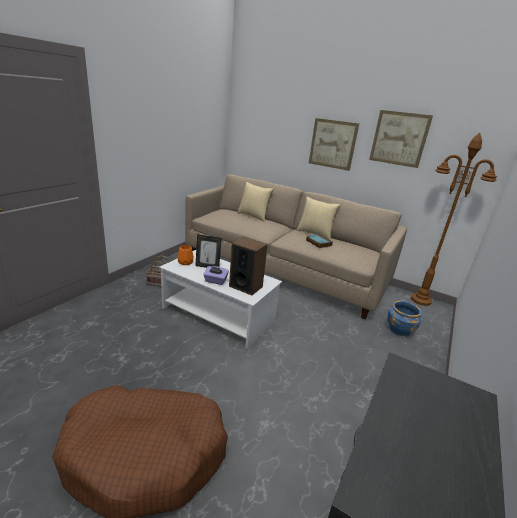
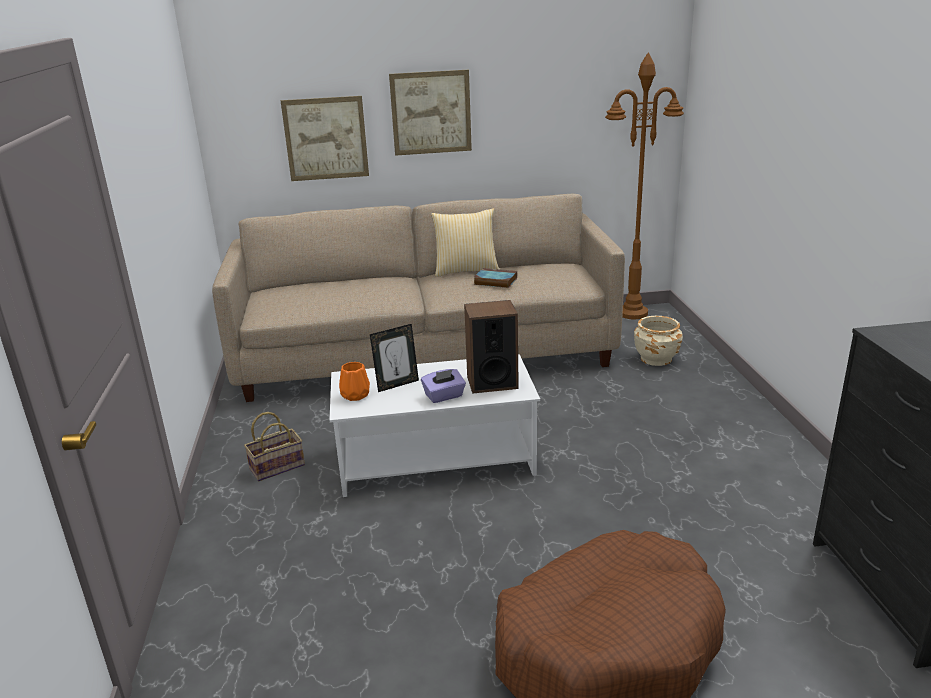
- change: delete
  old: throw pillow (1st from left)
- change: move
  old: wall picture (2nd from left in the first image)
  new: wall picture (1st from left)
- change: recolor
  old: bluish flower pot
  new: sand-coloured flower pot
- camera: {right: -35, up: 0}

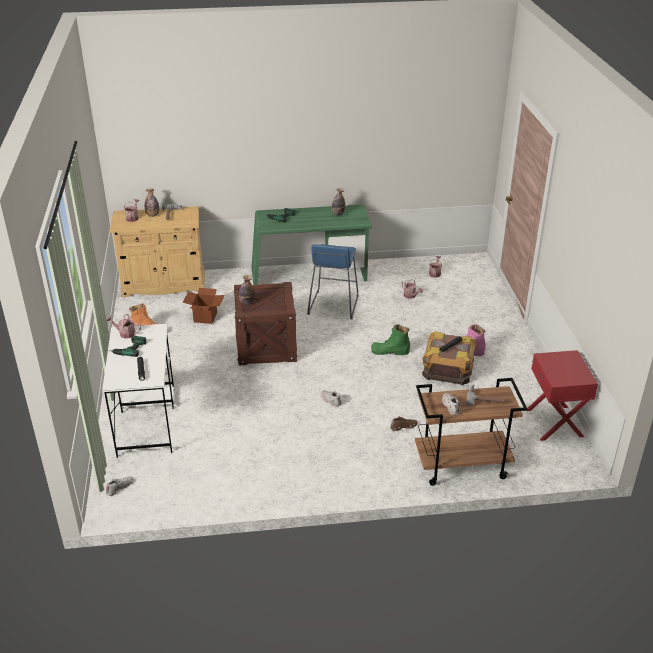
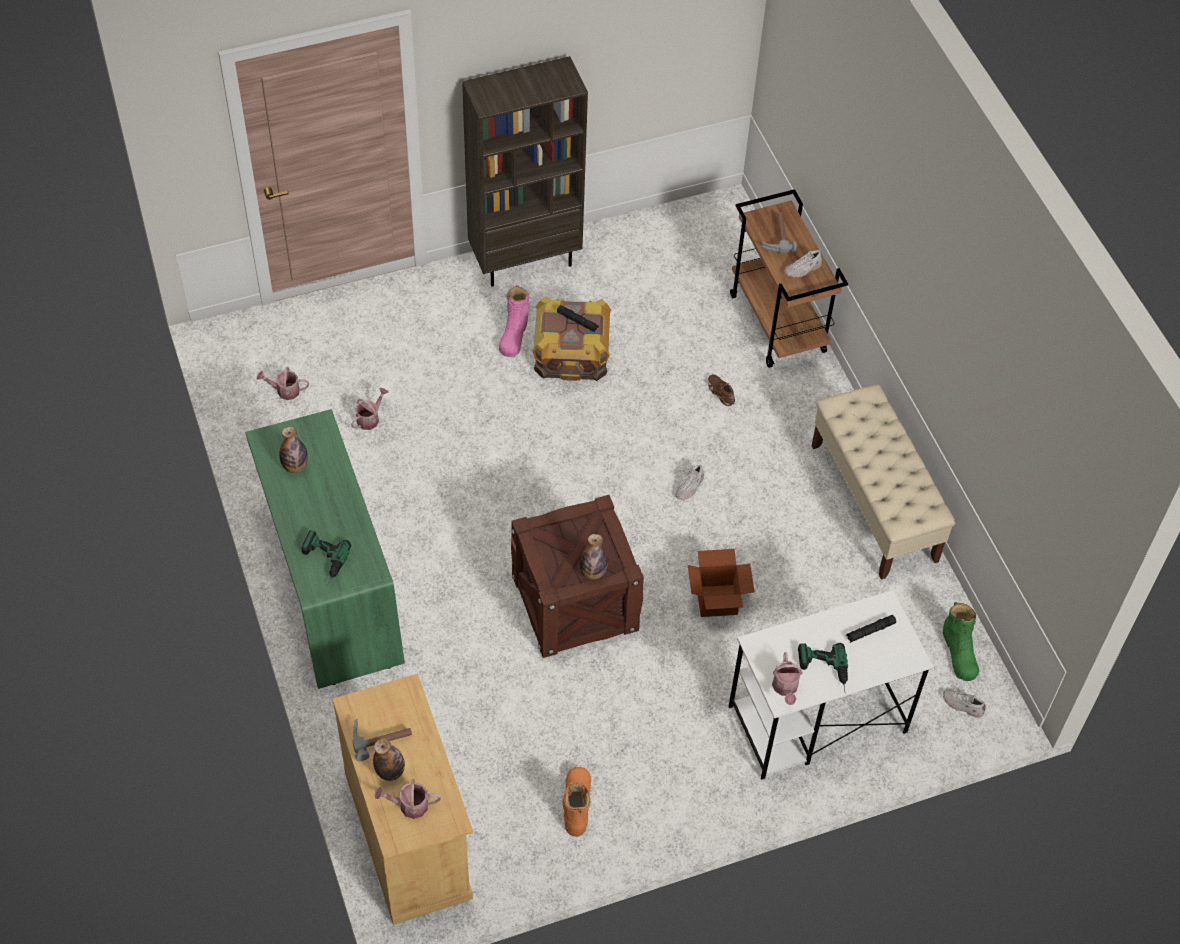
- change: delete
  old: bluish sitting stool
- change: delete
  old: red bedside table
- change: insert
  new: brownish shelving unit
- change: insert
  new: sand-coloured long seat
- change: move
  old: carton
- change: move
  old: green-coloured tall boot
- camera: {right: -105, up: 20}

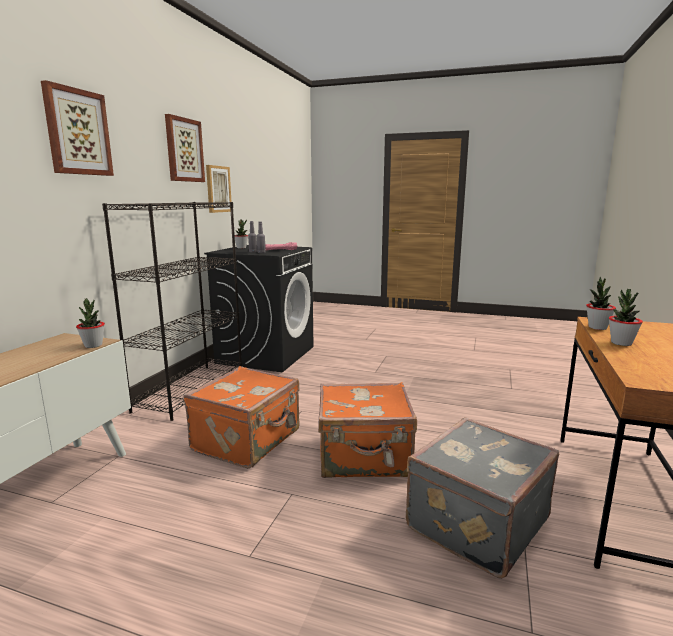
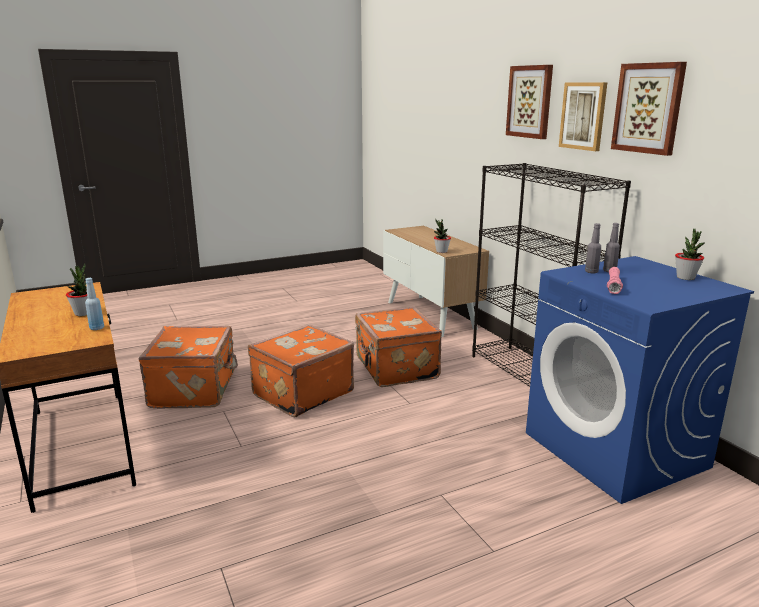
- change: move
  old: wall picture (3rd from left in the first image)
  new: wall picture (2nd from left)
- change: replace
  old: houseplant (3rd from left)
  new: bluish bottle
- change: recolor
  old: blackish laundry machine
  new: bluish laundry machine
- change: recolor
  old: grey piece of luggage
  new: orange piece of luggage (1st from left)
- camera: {right: 135, up: 5}

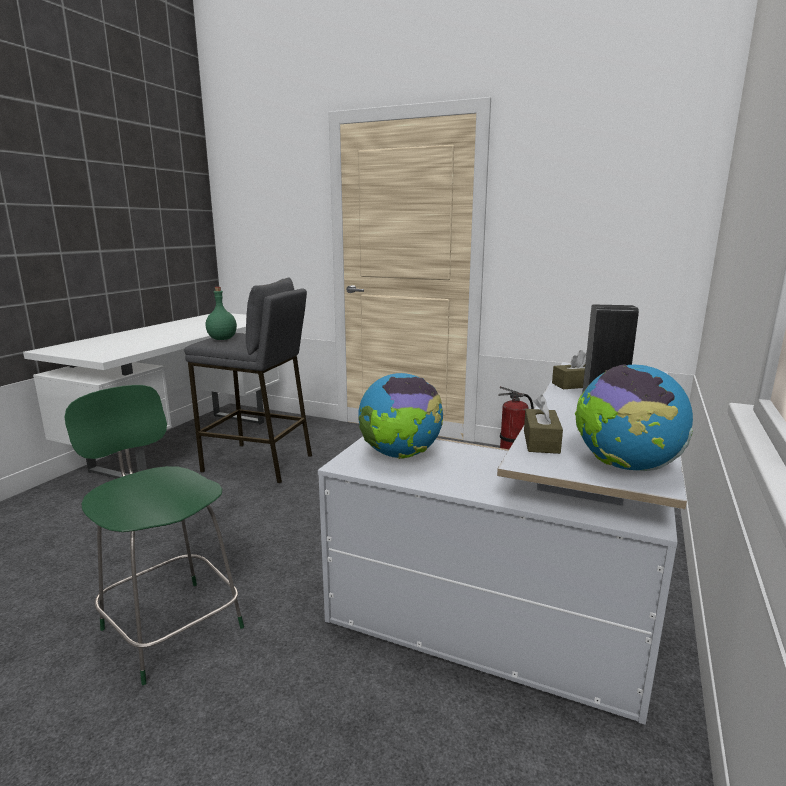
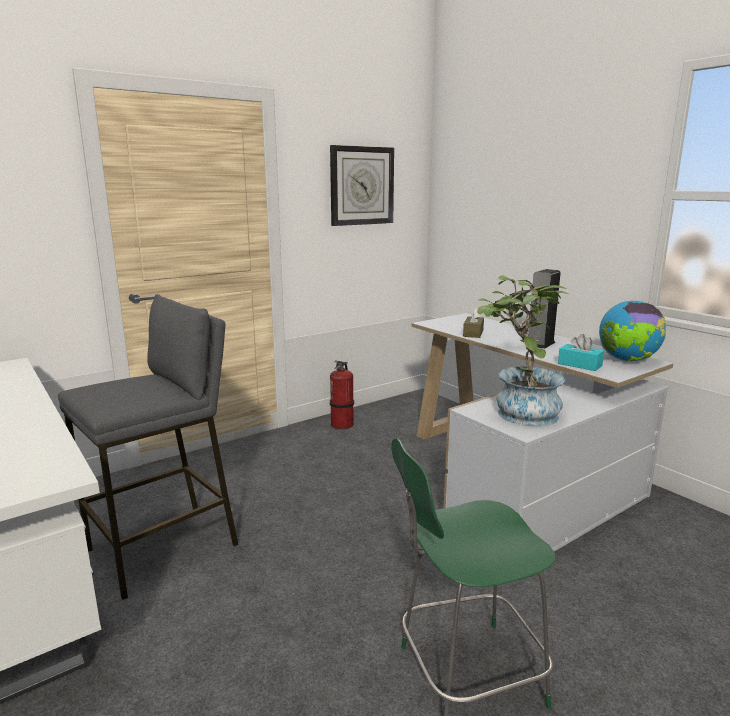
- change: delete
  old: green-coloured bottle
- change: insert
  new: hanging clock
- change: replace
  old: desk globe (1st from left)
  new: houseplant
- change: recolor
  old: brownish tissue holder (1st from left)
  new: turquoise tissue holder
- camera: {right: -60, up: 0}

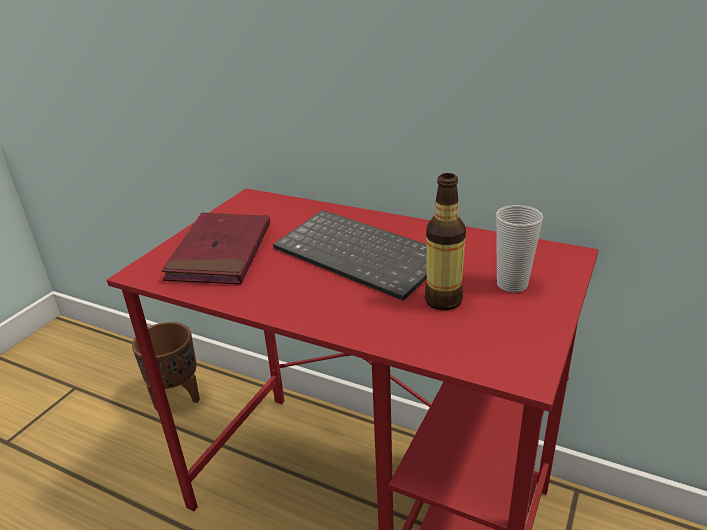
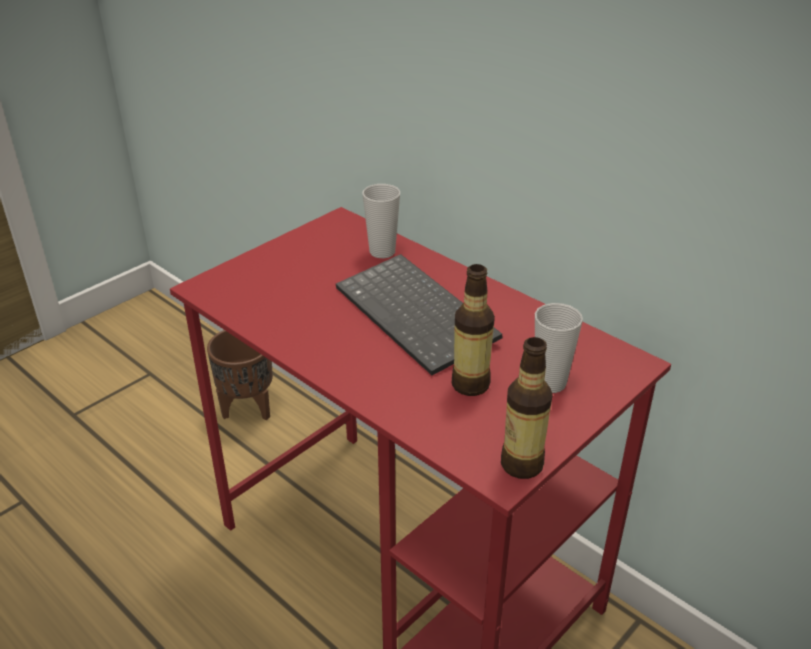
- change: delete
  old: red bound book
- change: insert
  new: drinking cup (1st from left)
- change: insert
  new: bottle (2nd from left)
- camera: {right: 15, up: 5}

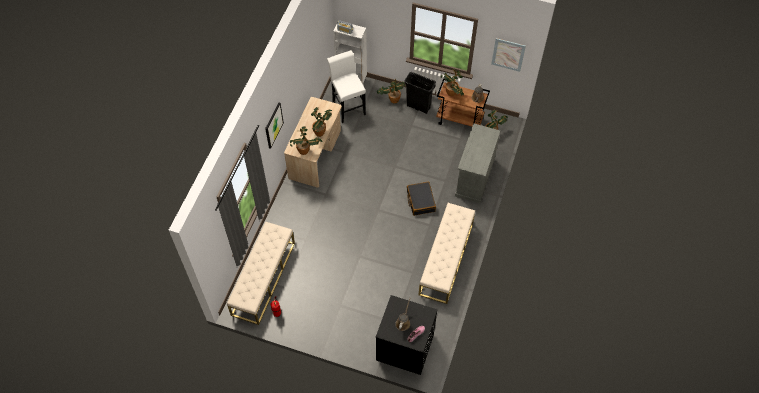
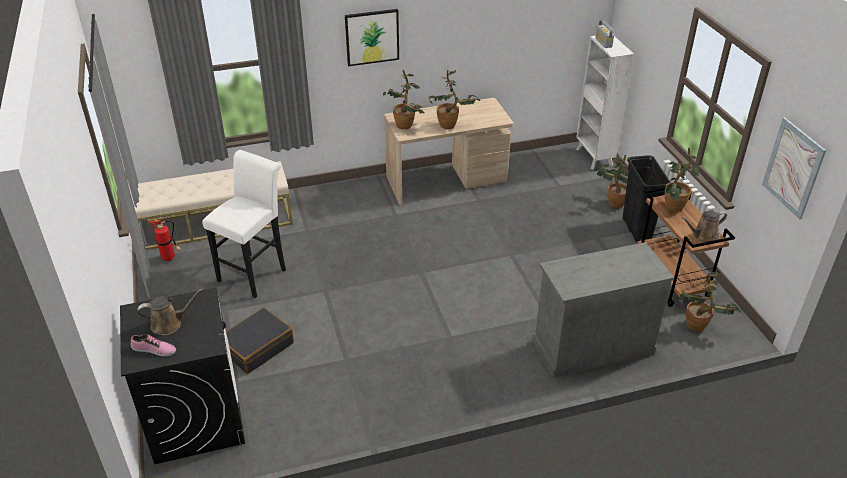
- change: delete
  old: sand-coloured long seat (2nd from left)
- change: move
  old: white sitting stool
- change: move
  old: blackish piece of luggage
- camera: {right: 55, up: -20}

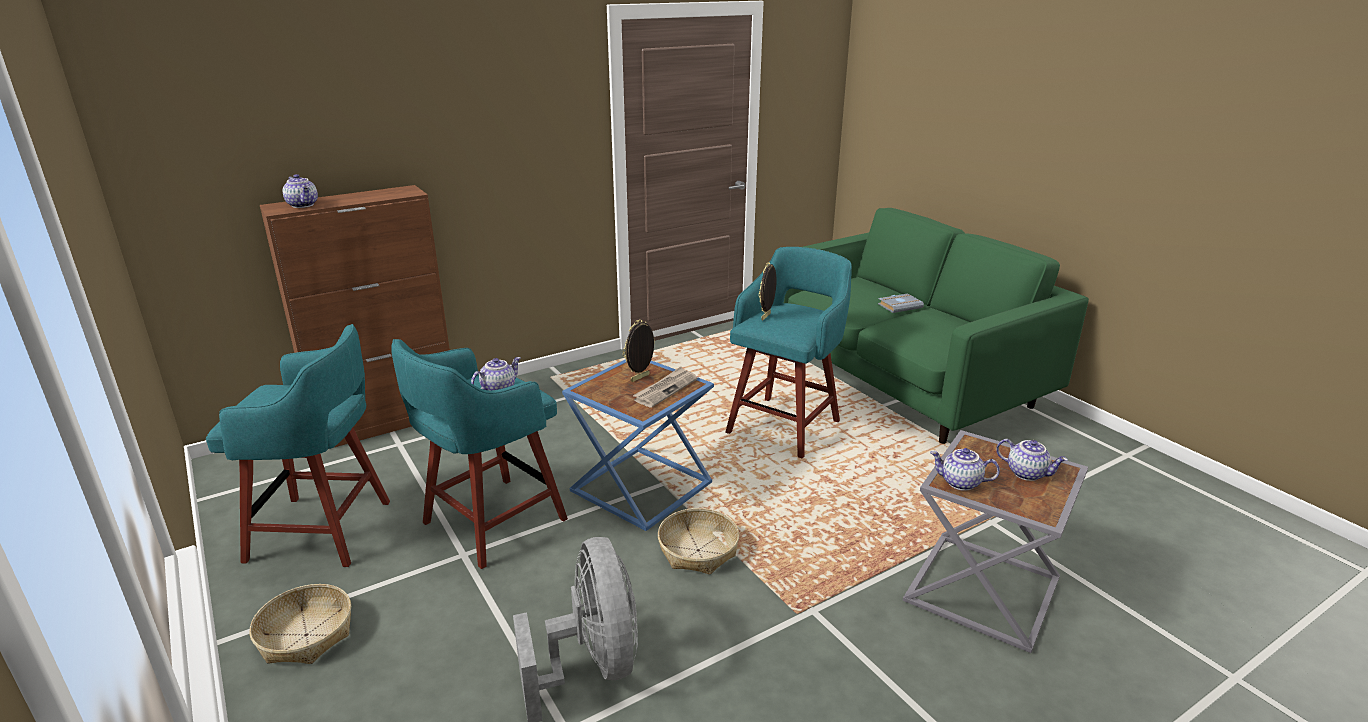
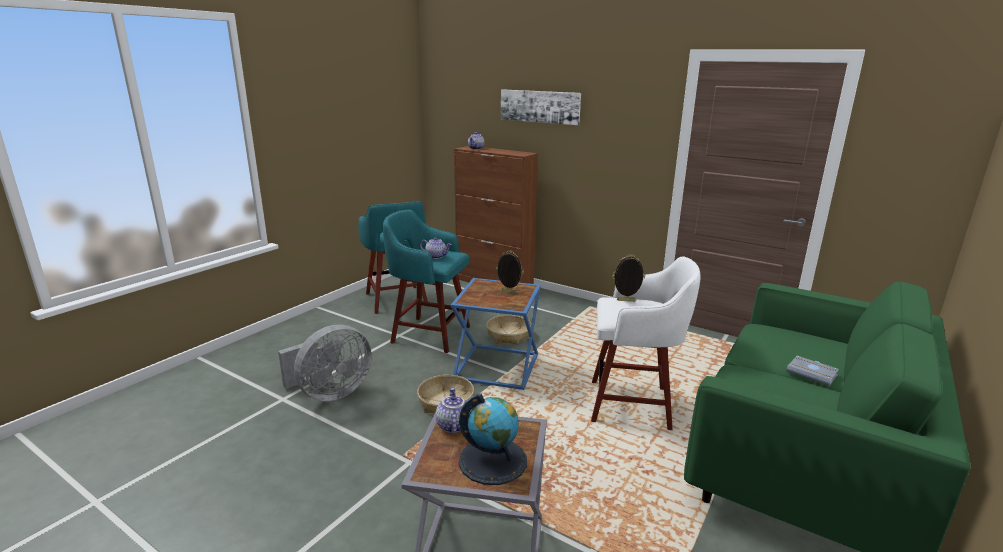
- change: delete
  old: printed paper
- change: insert
  new: wall picture
- change: move
  old: storage basket (1st from left in the first image)
  new: storage basket (2nd from left)
- change: replace
  old: pot for tea (4th from left)
  new: desk globe
- change: recolor
  old: turquoise sitting stool (3rd from left)
  new: white sitting stool
- camera: {right: 65, up: -5}

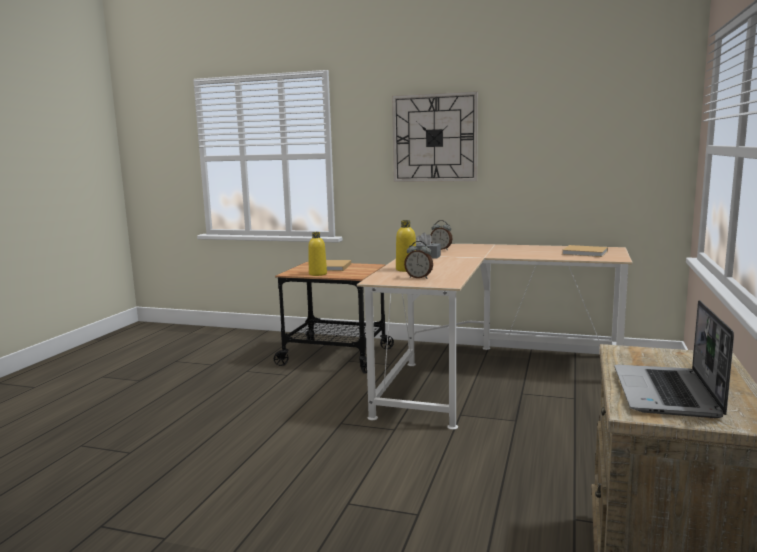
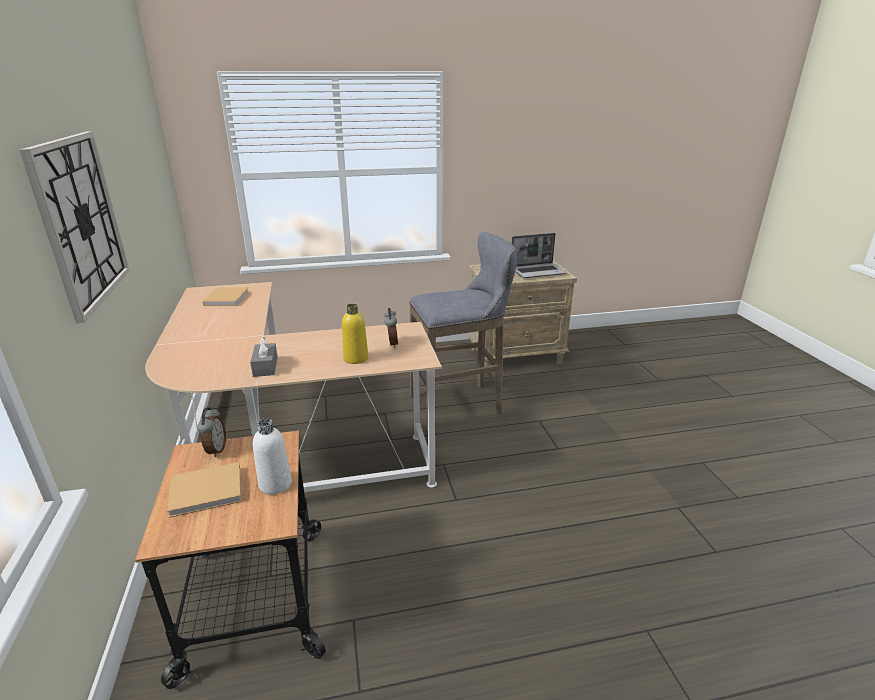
- change: insert
  new: grey sitting stool
- change: move
  old: bedside clock (2nd from left in the first image)
  new: bedside clock (1st from left)
- change: recolor
  old: yellowish bottle (1st from left)
  new: white bottle
- camera: {right: -120, up: 15}

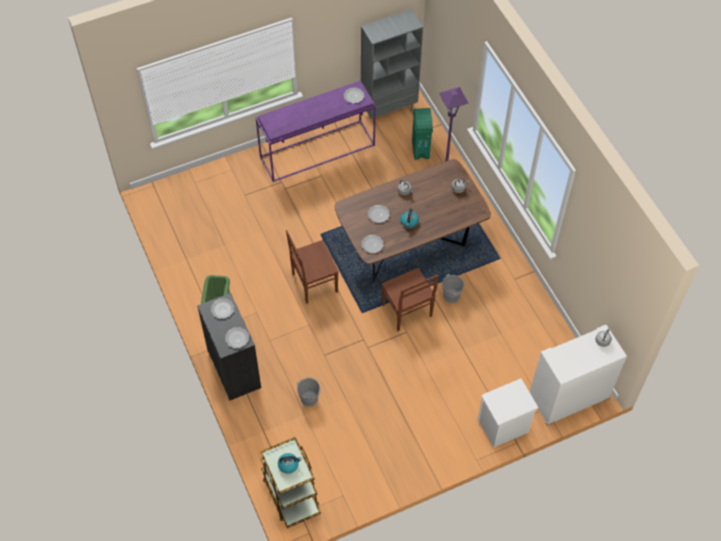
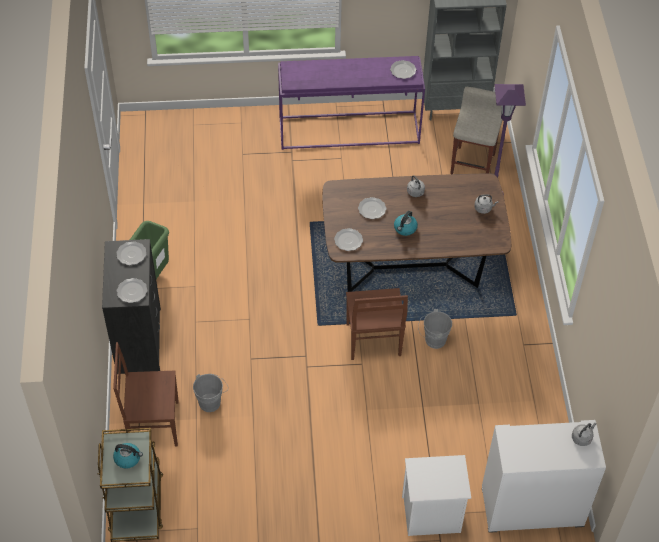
- change: move
  old: brownish upright chair (1st from left)
- change: replace
  old: green-coloured trash can (2nd from left)
  new: sand-coloured sitting stool
- camera: {right: 20, up: -5}

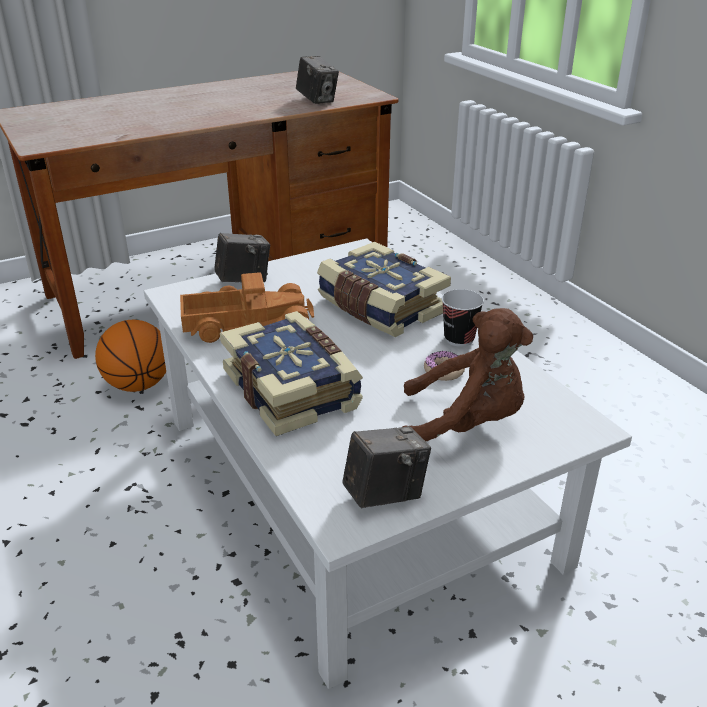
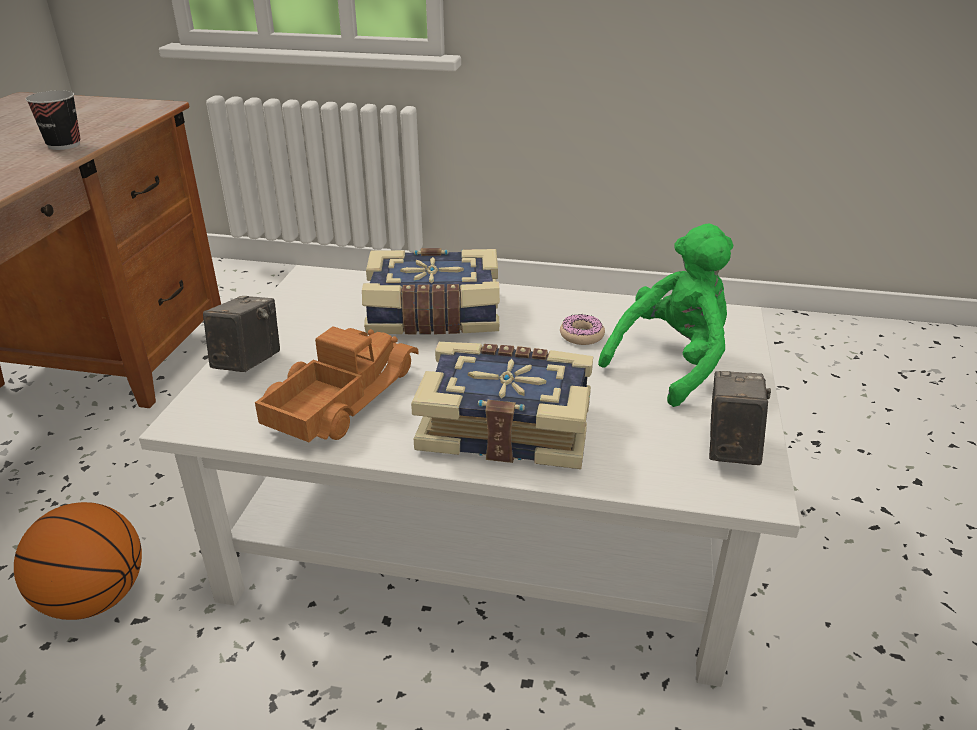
- change: delete
  old: photo camera (2nd from left)
- change: move
  old: drinking cup
- change: recolor
  old: brownish plush toy
  new: green-coloured plush toy
- camera: {right: -50, up: 0}

